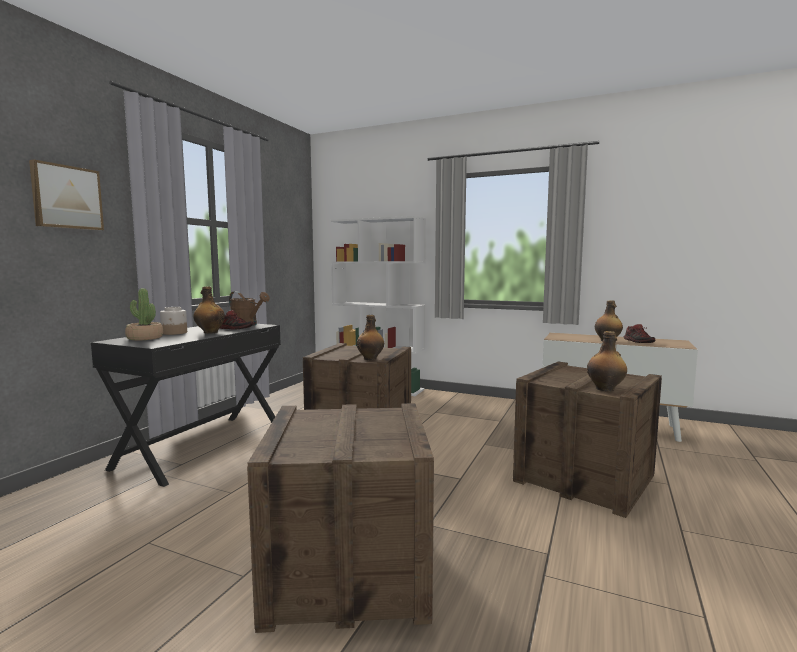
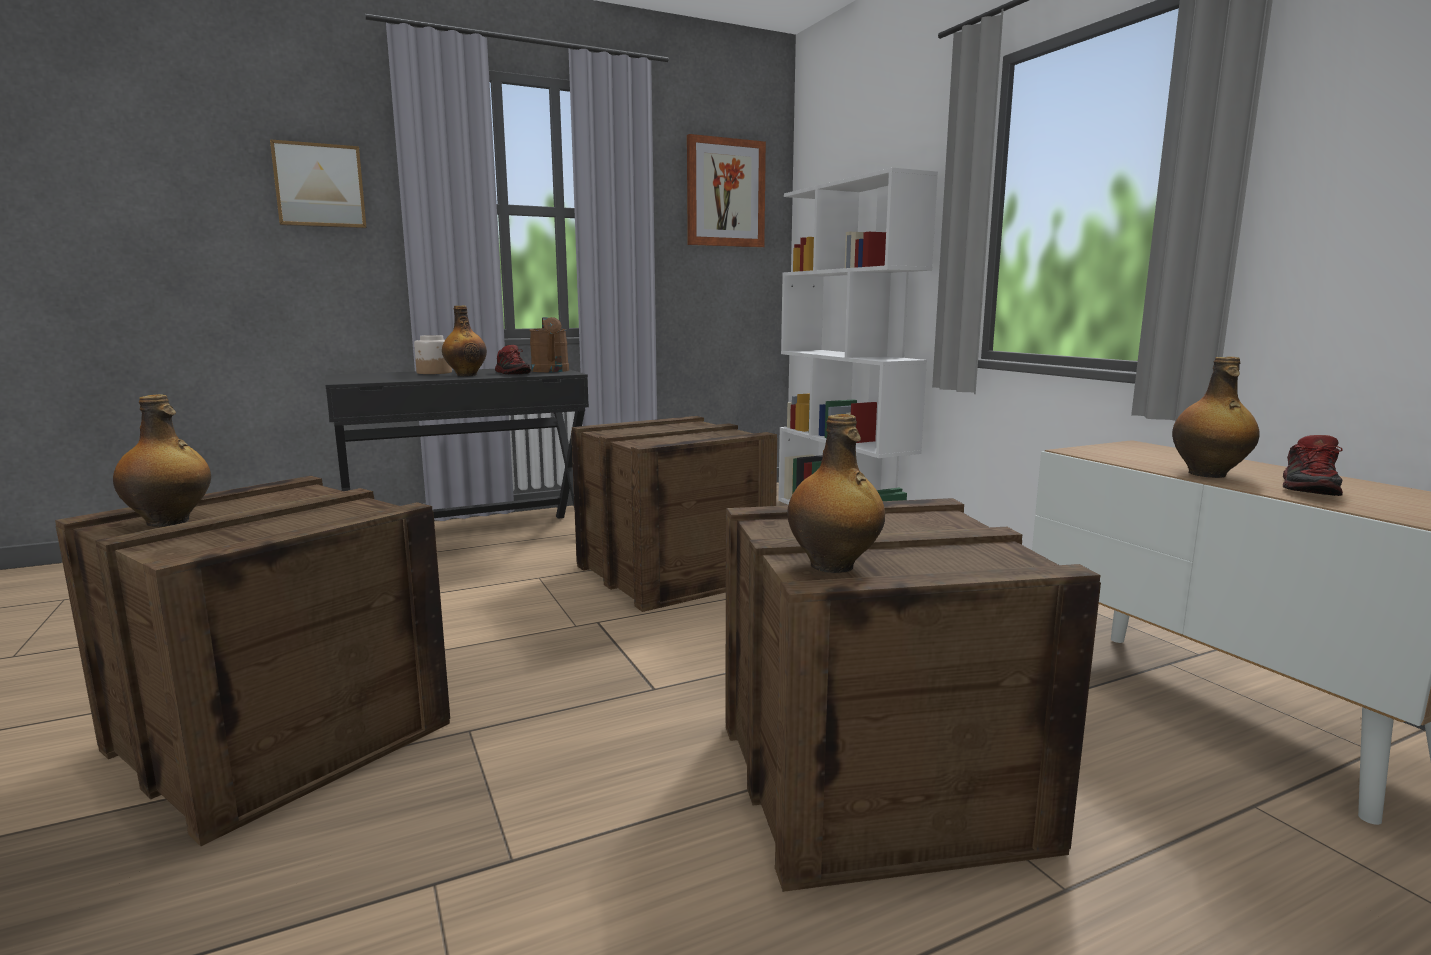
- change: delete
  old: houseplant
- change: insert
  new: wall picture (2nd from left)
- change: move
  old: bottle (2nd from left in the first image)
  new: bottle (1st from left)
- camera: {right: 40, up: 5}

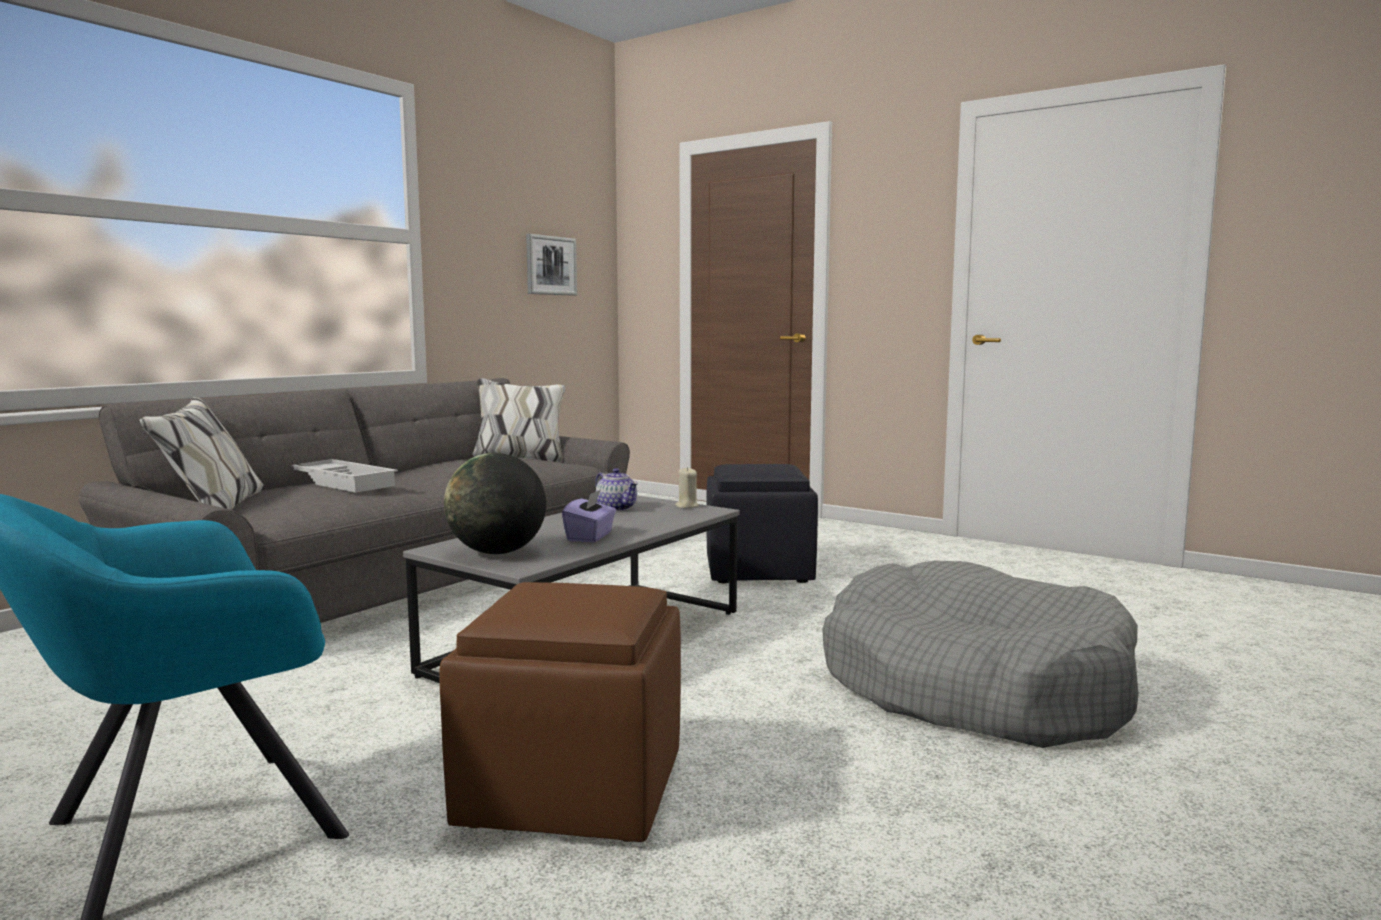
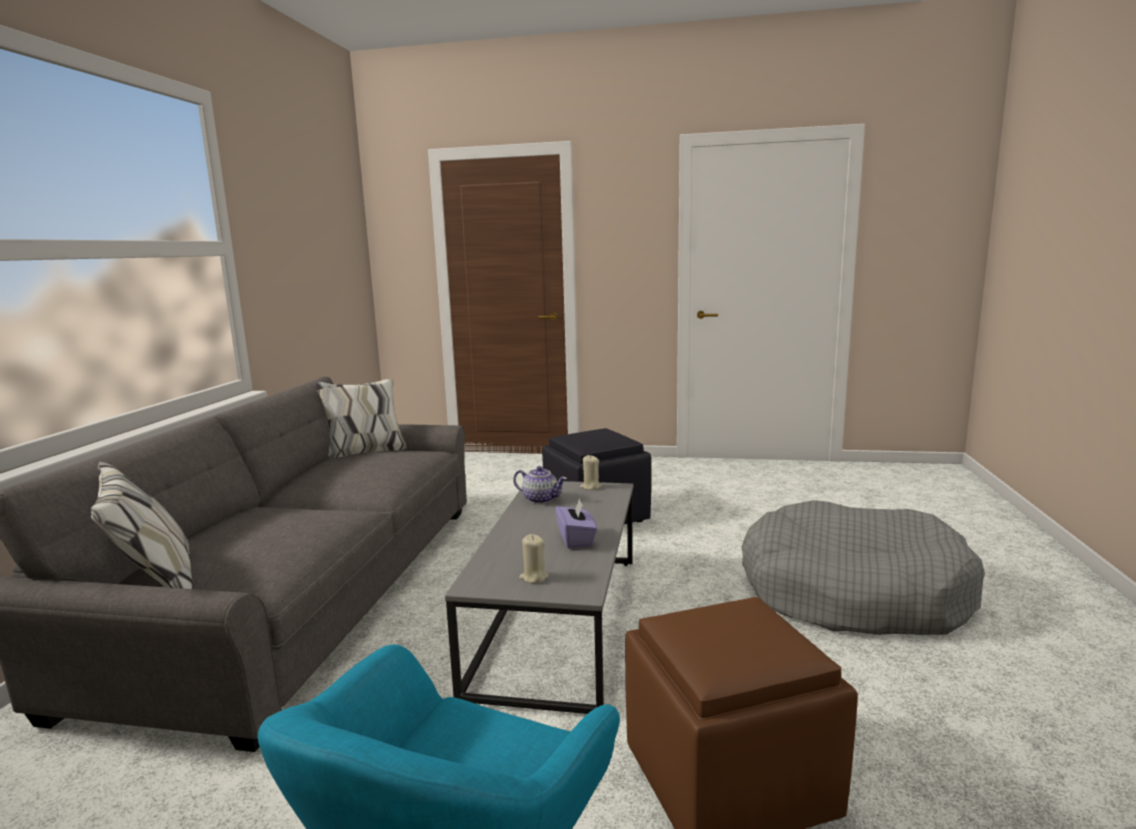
- change: delete
  old: white carrying tray
- change: delete
  old: wall picture
- change: replace
  old: desk globe
  new: sand-coloured candle (1st from left)
- camera: {right: -25, up: 5}

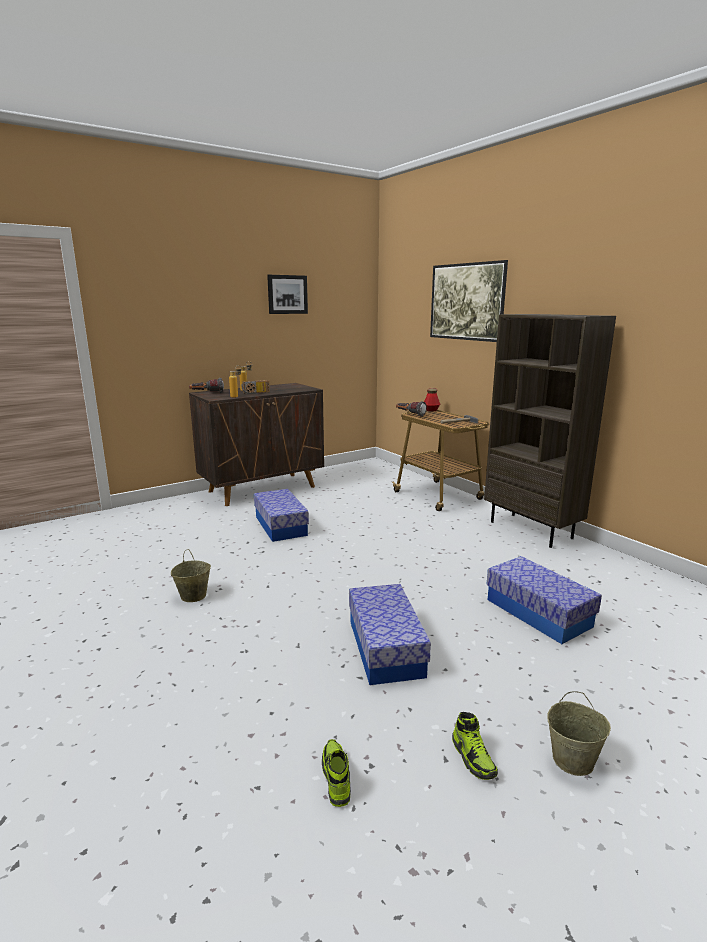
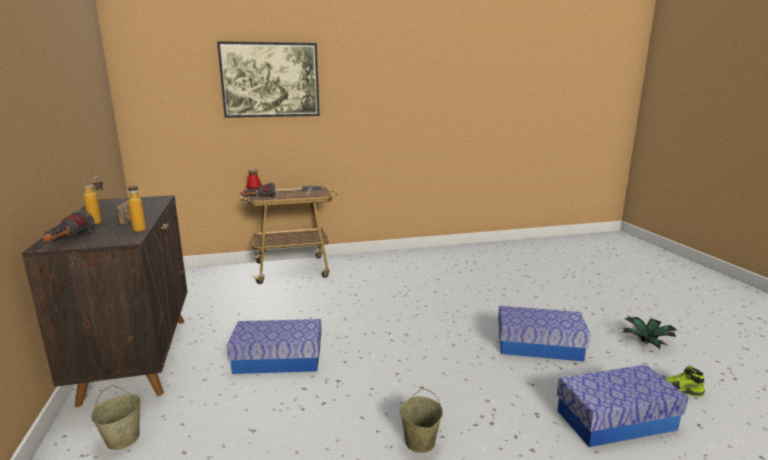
- change: delete
  old: wall picture (1st from left)
- change: delete
  old: brownish shelving unit
- change: move
  old: storage container (3rd from left)
- change: move
  old: sand-coloured bucket (2nd from left in the first image)
  new: sand-coloured bucket (1st from left)
- change: replace
  old: shoe (2nd from left)
  new: houseplant
- camera: {right: -70, up: 0}

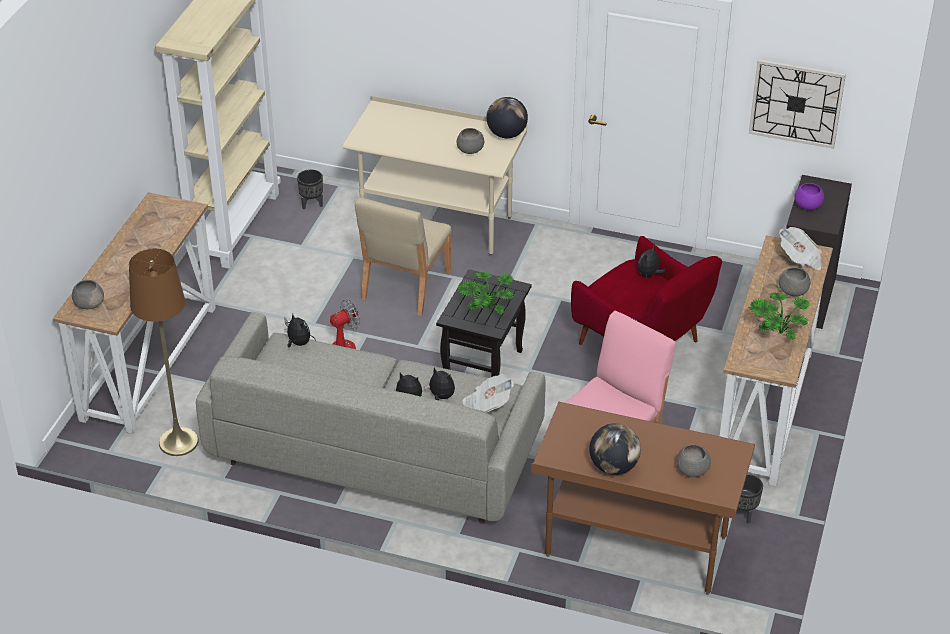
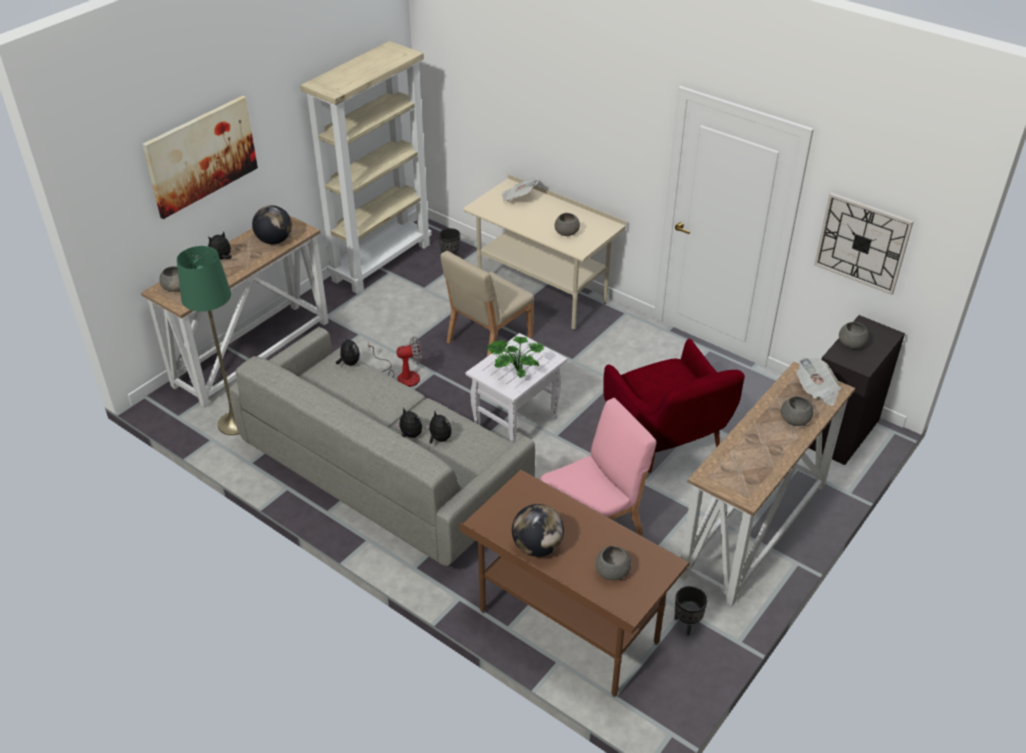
- change: delete
  old: houseplant (2nd from left)
- change: insert
  new: wall picture
- change: move
  old: printed paper (1st from left)
- change: move
  old: desk globe (1st from left)
- change: move
  old: plush toy (4th from left in the first image)
  new: plush toy (1st from left)
- change: recolor
  old: brownish standing lamp
  new: green-coloured standing lamp
- change: recolor
  old: blackish side table
  new: white side table
- change: recolor
  old: purple-coloured deep dish
  new: grey deep dish (5th from left)
- camera: {right: 20, up: 0}

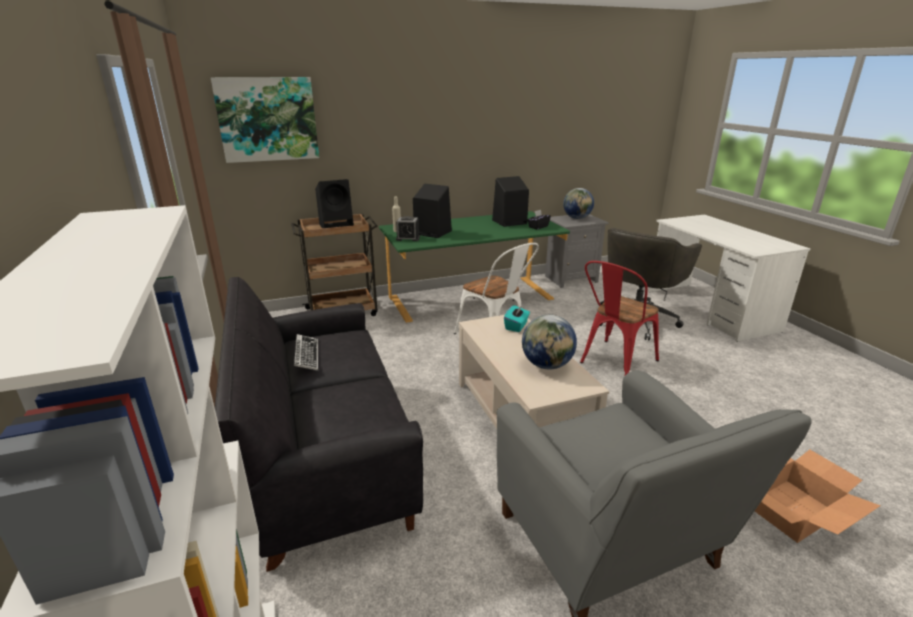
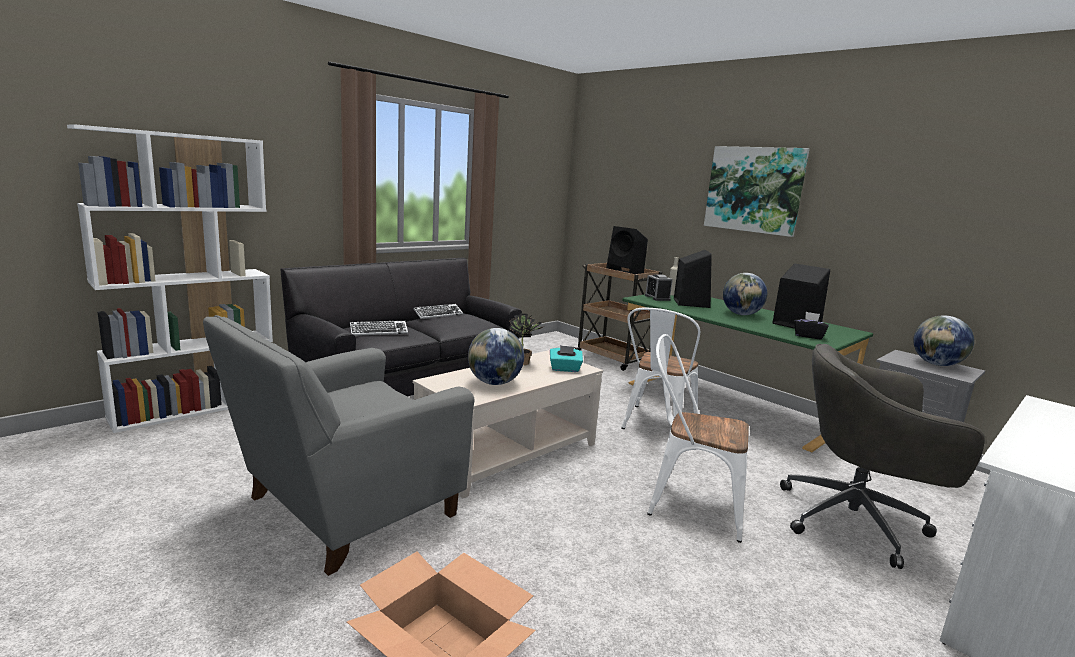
- change: insert
  new: keyboard (1st from left)
- change: insert
  new: houseplant
- change: insert
  new: desk globe (2nd from left)
- change: move
  old: wall picture
- change: recolor
  old: red upright chair
  new: white upright chair (2nd from left)
- camera: {right: 65, up: -10}

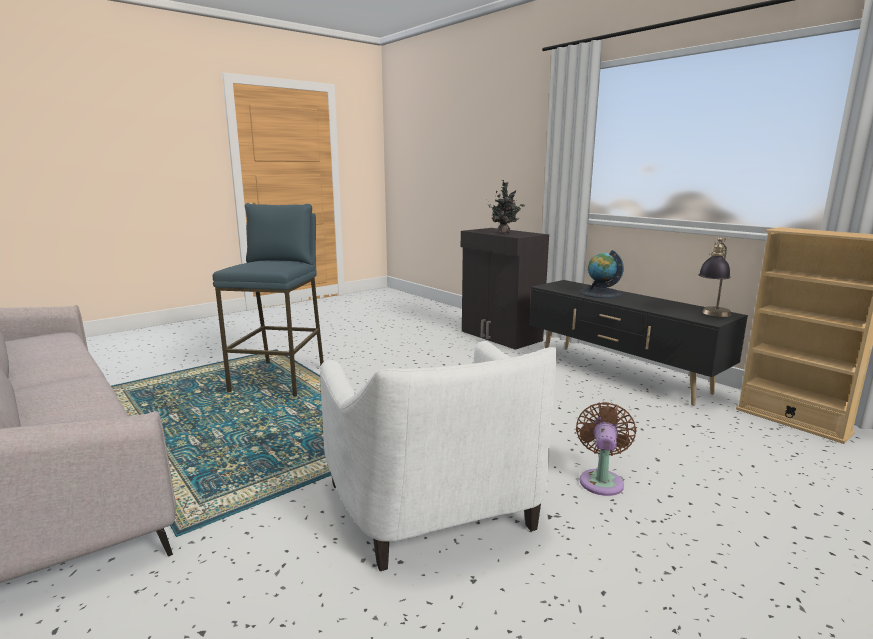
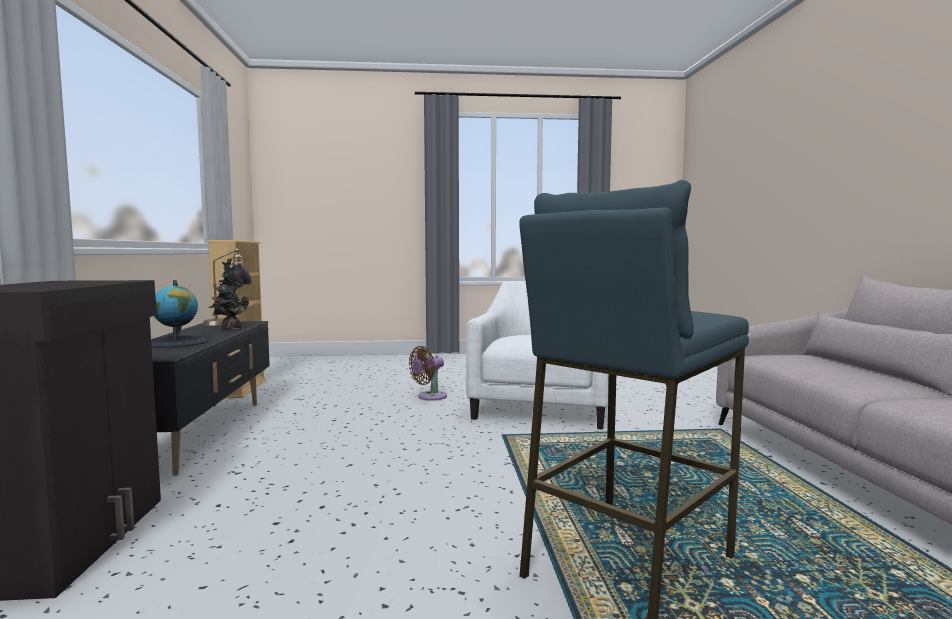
- change: move
  old: houseplant
- camera: {right: -145, up: -10}

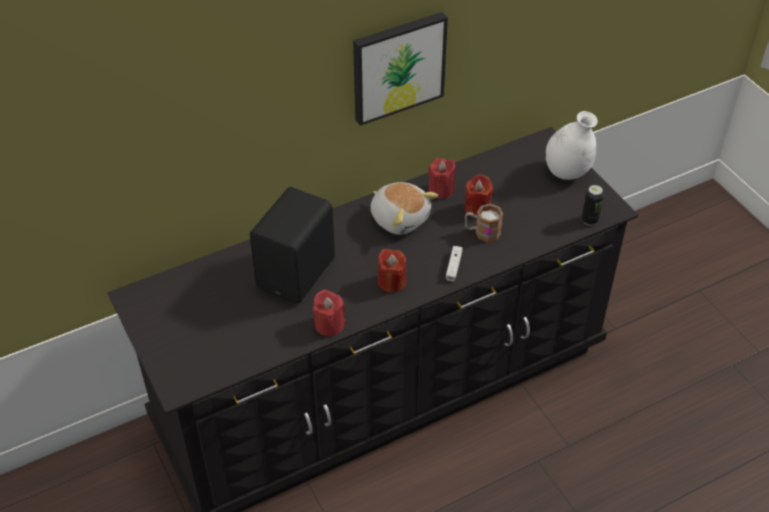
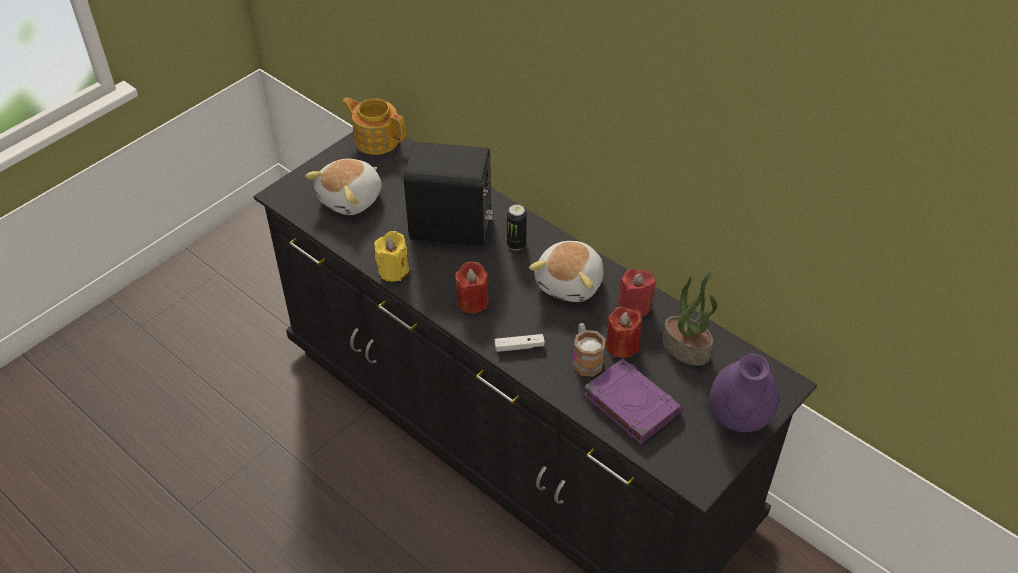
- change: delete
  old: wall picture
- change: insert
  new: plush toy (1st from left)
- change: insert
  new: pot for tea
- change: insert
  new: purple-coloured bound book
- change: insert
  new: houseplant
- change: move
  old: sealed can
- change: recolor
  old: red candle (1st from left)
  new: yellowish candle
- change: recolor
  old: white vase
  new: purple-coloured vase
- camera: {right: 70, up: 0}

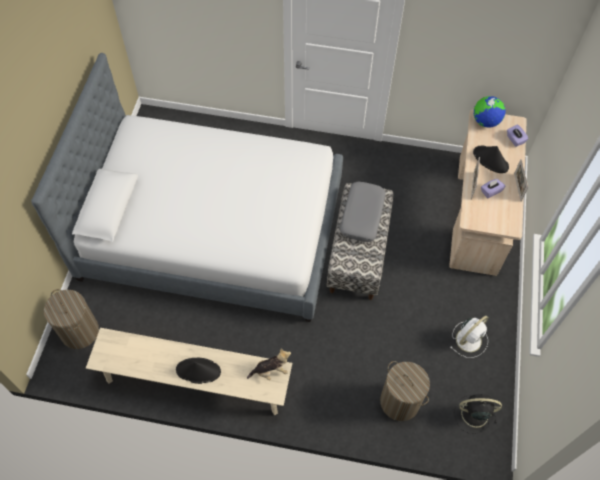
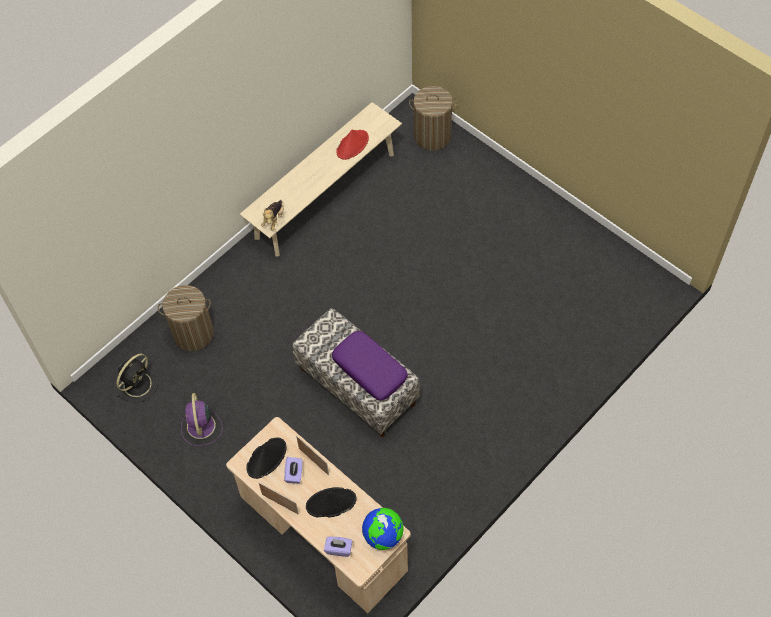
- change: delete
  old: sleeping bed
- change: insert
  new: red wearable hat
- change: move
  old: blackish wearable hat (1st from left)
- change: recolor
  old: grey throw pillow
  new: purple-coloured throw pillow
- change: recolor
  old: white cooling fan
  new: purple-coloured cooling fan
- camera: {right: 125, up: 0}

